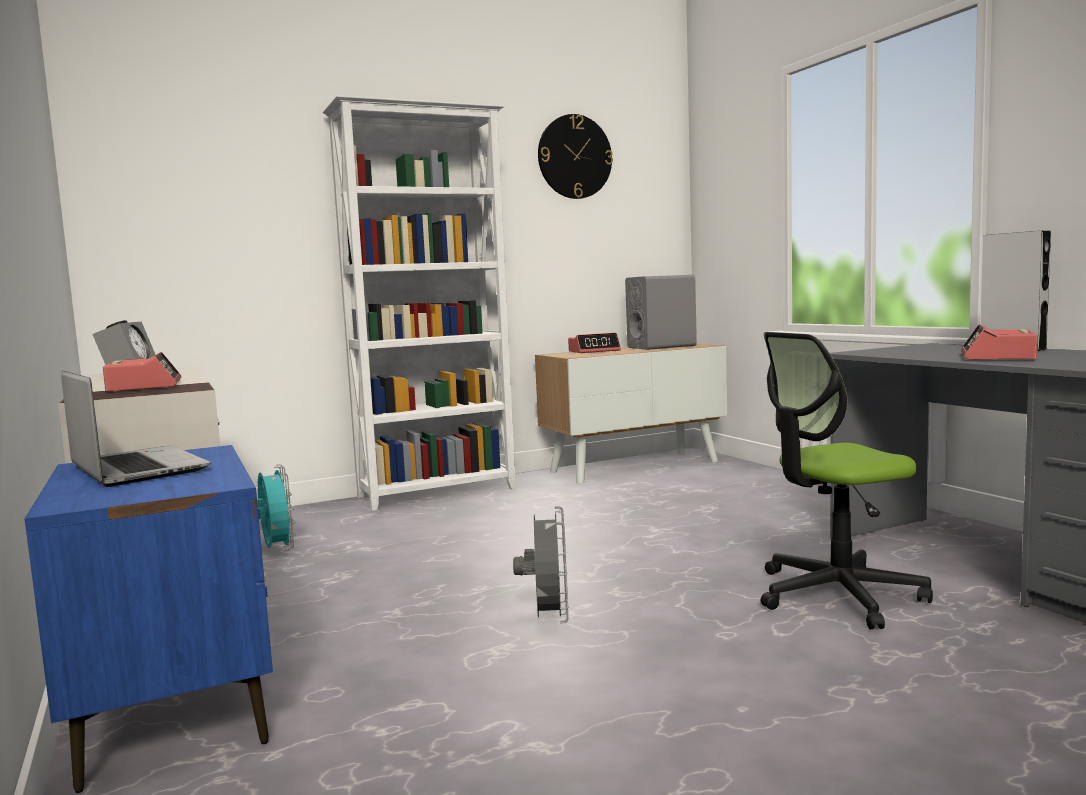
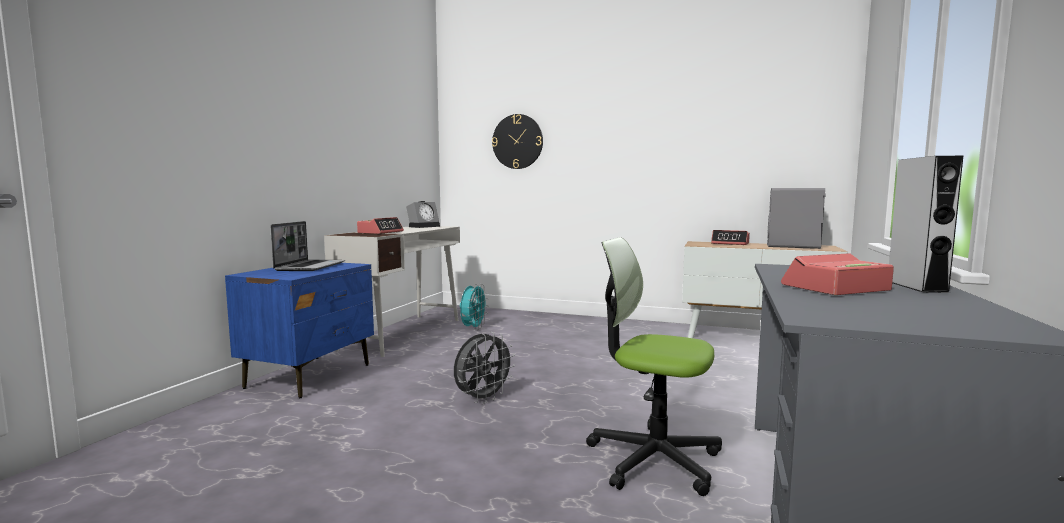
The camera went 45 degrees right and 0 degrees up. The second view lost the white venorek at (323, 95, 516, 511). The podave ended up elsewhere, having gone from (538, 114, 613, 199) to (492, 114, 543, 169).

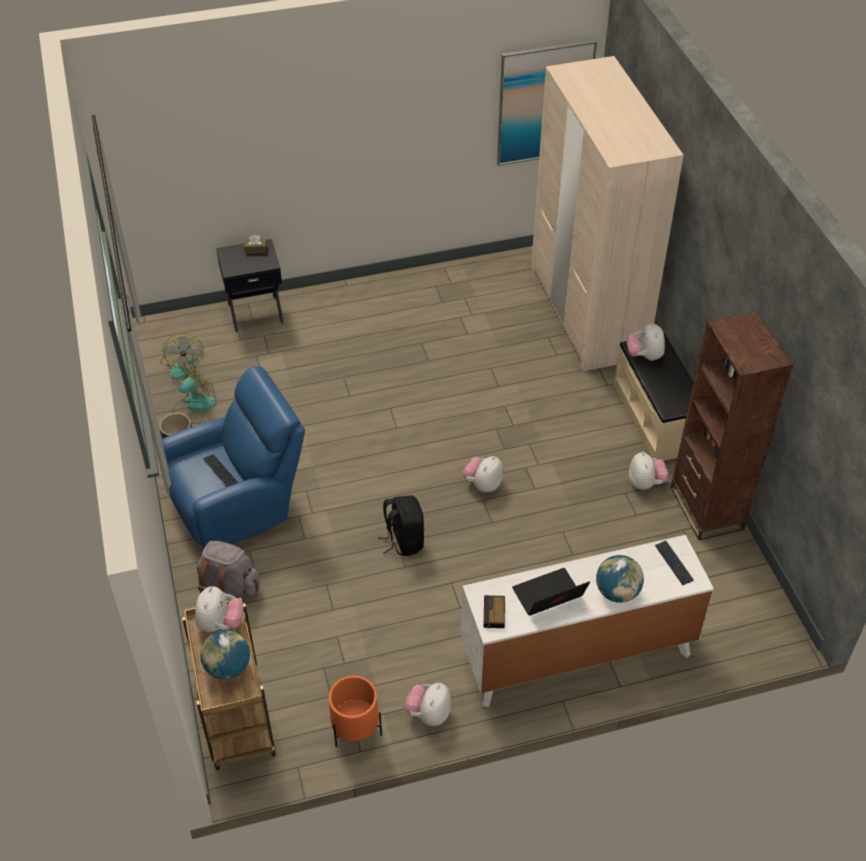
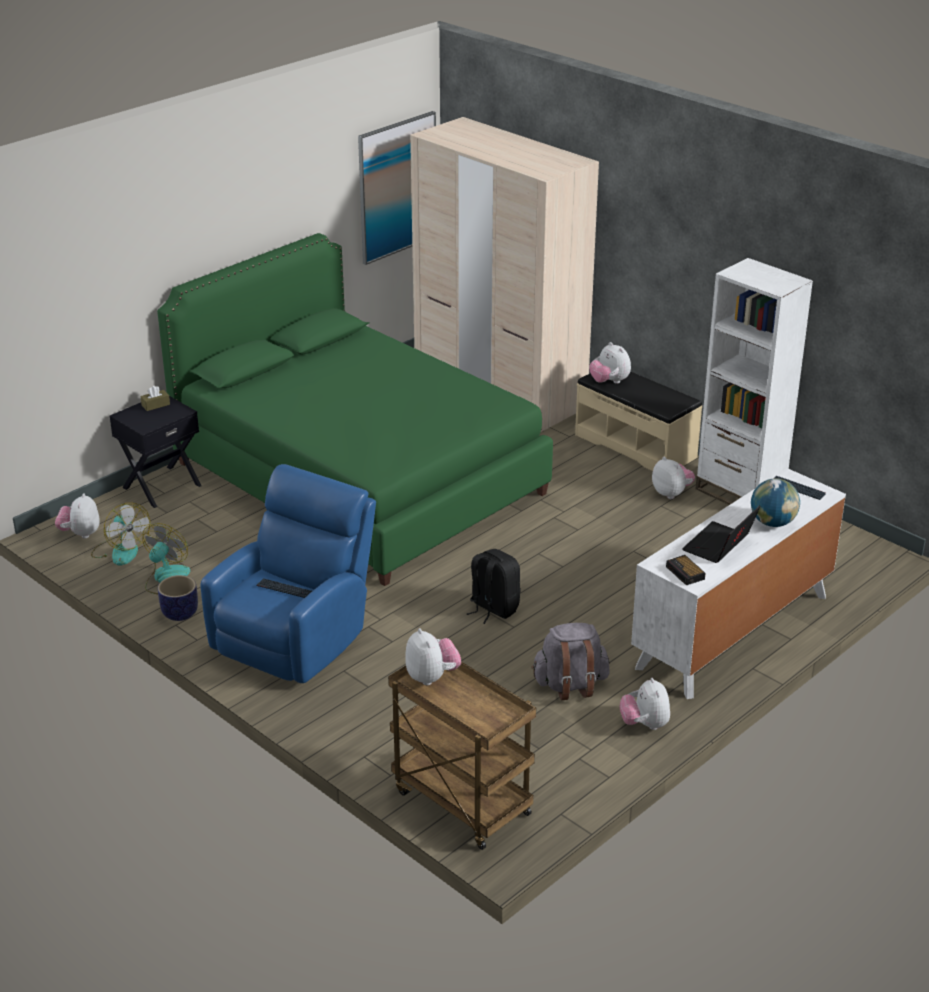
The camera went 30 degrees left and 15 degrees down. What was the brown venorek at (671, 312, 793, 540) turned into the white venorek at (696, 258, 813, 505). The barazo ended up elsewhere, having gone from (463, 456, 503, 493) to (55, 493, 100, 539). The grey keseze ended up elsewhere, having gone from (197, 541, 260, 600) to (531, 623, 610, 700). The second view lost the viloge at (200, 630, 250, 680). The second view lost the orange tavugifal at (329, 675, 382, 747). The second view gained the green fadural at (157, 233, 553, 586).

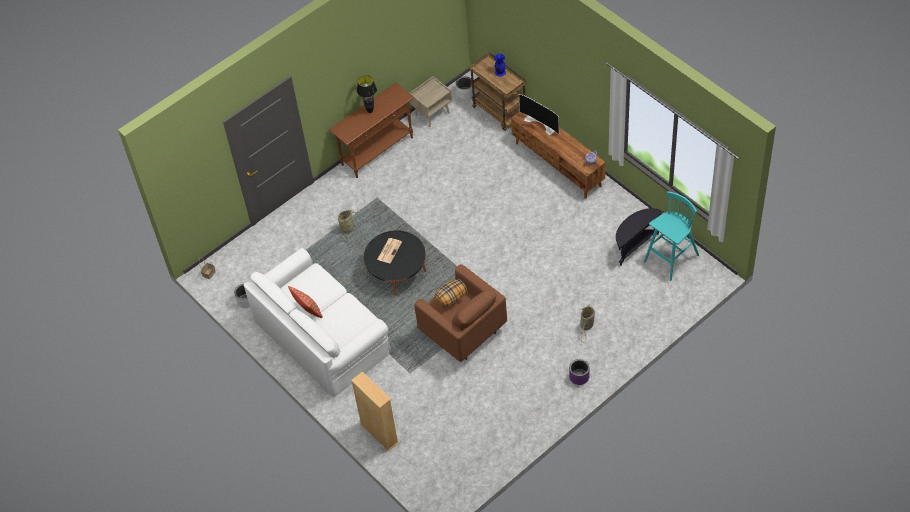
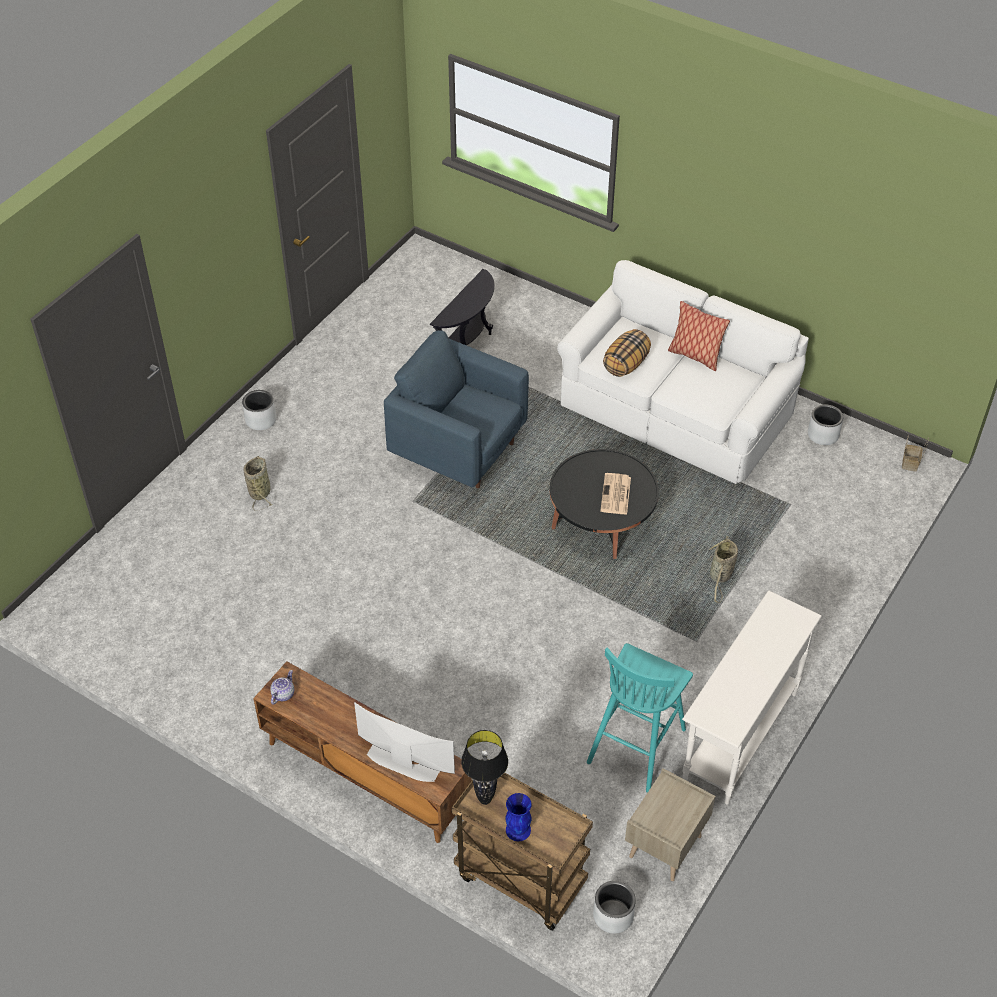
The camera went 160 degrees right and 5 degrees down. The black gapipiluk ended up elsewhere, having gone from (357, 75, 377, 113) to (461, 730, 508, 805). What was the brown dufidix at (329, 83, 414, 178) turned into the white dufidix at (682, 590, 822, 805). The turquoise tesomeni ended up elsewhere, having gone from (644, 191, 699, 281) to (587, 643, 693, 793). The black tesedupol ended up elsewhere, having gone from (616, 208, 663, 266) to (430, 269, 495, 345). What was the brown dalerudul at (414, 264, 507, 362) turned into the blue dalerudul at (384, 330, 529, 488). The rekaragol ended up elsewhere, having gone from (435, 279, 467, 308) to (603, 329, 651, 377). What was the purple tavugifal at (569, 359, 590, 385) turned into the grey tavugifal at (242, 390, 277, 430). The second view lost the beige venorek at (351, 372, 399, 451).

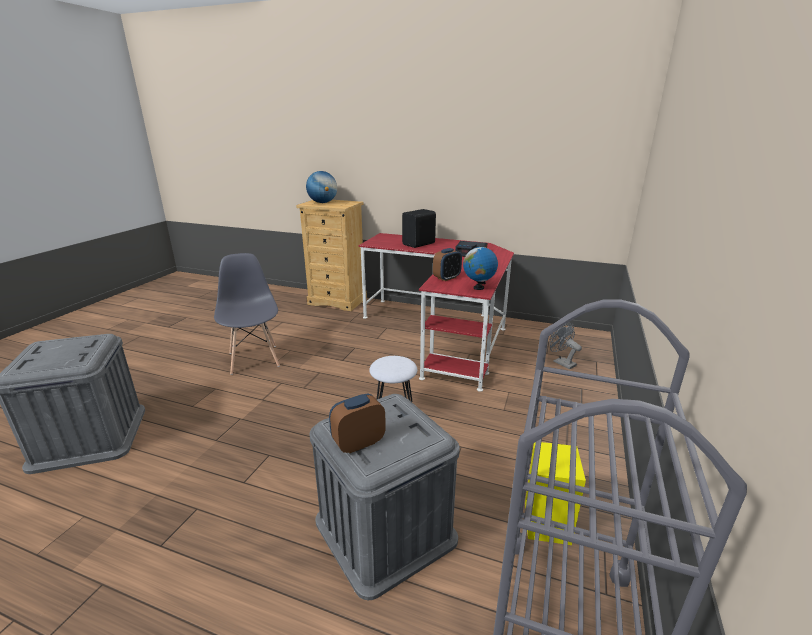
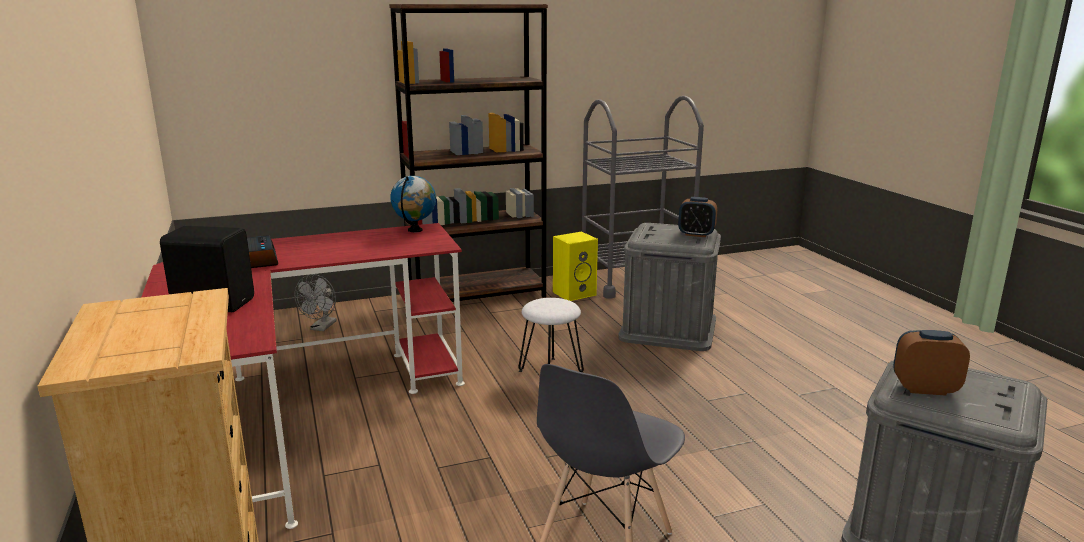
The camera went 130 degrees left and 5 degrees down. The second view lost the viloge at (306, 171, 337, 203). The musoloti ended up elsewhere, having gone from (433, 248, 462, 281) to (893, 330, 970, 396). The second view gained the brown venorek at (389, 4, 548, 302).

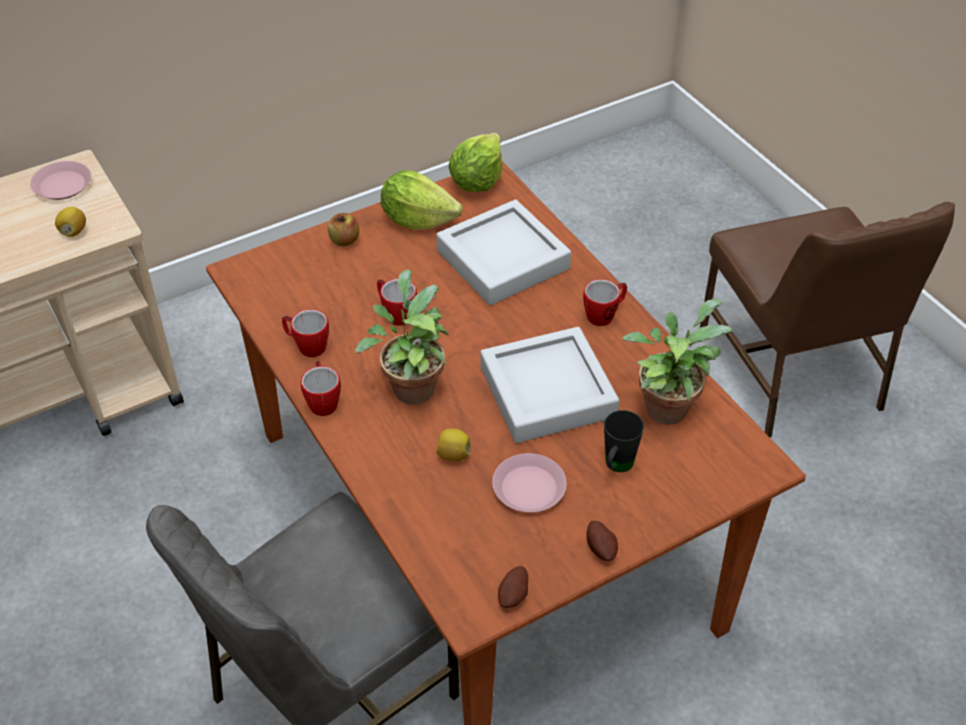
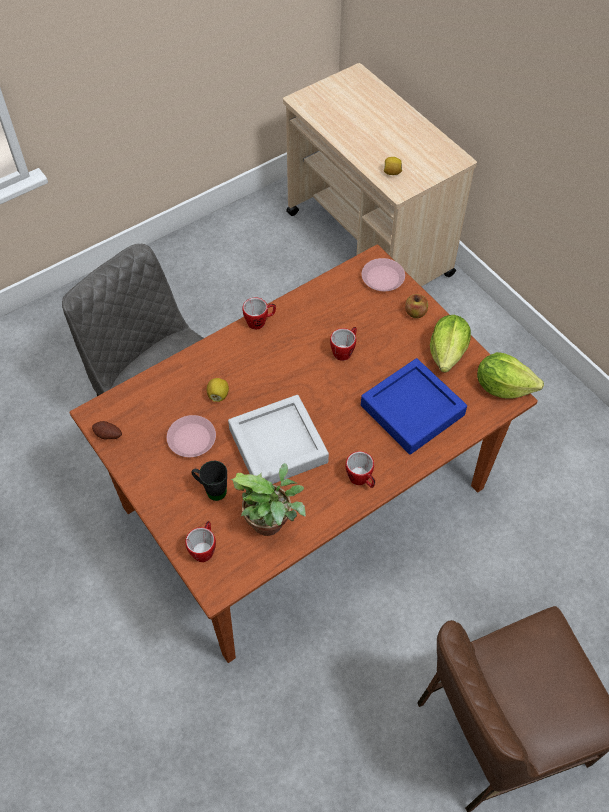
The camera went 85 degrees right and 10 degrees up. The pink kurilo ended up elsewhere, having gone from (30, 161, 91, 200) to (362, 258, 405, 291). What was the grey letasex at (436, 199, 571, 305) turned into the blue letasex at (361, 358, 467, 455). The second view lost the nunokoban at (355, 269, 448, 405). The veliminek ended up elsewhere, having gone from (282, 309, 329, 357) to (185, 521, 216, 562). The second view lost the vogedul at (586, 521, 618, 561).

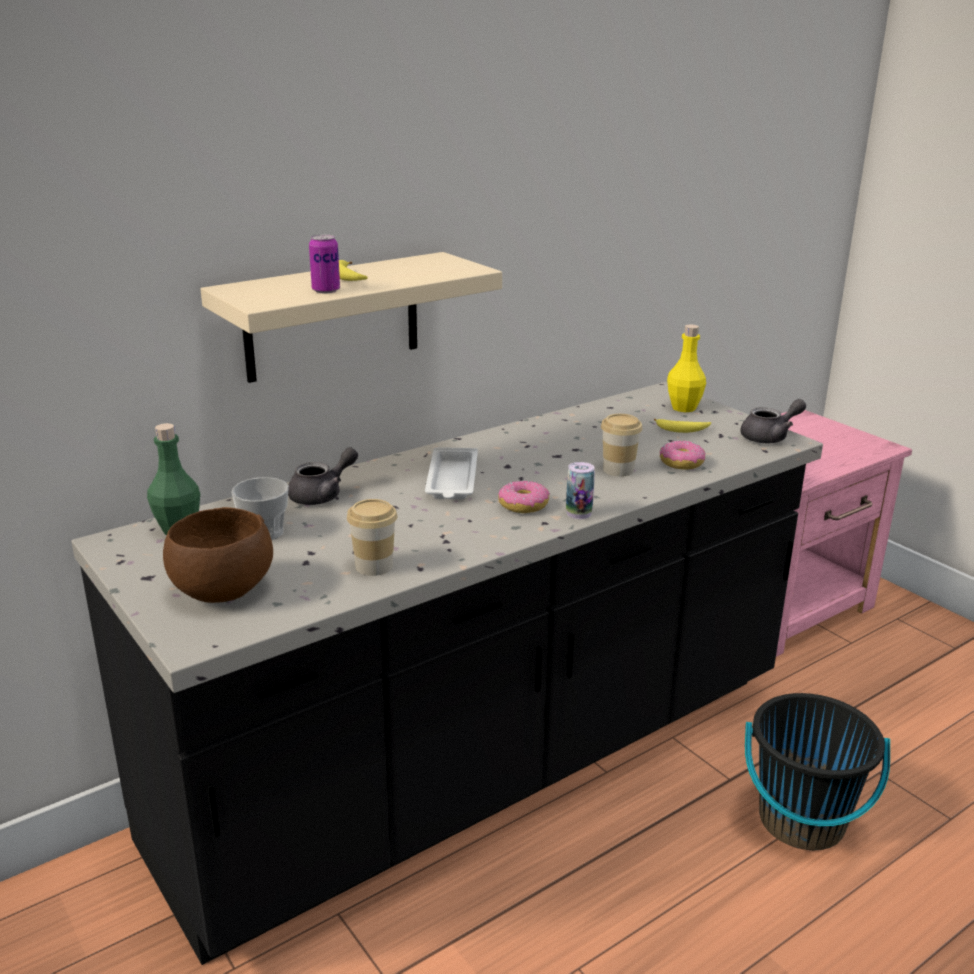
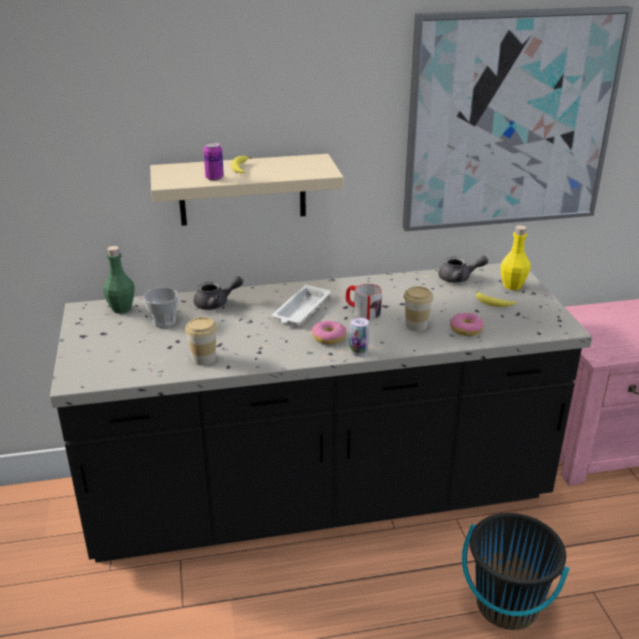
The camera went 25 degrees right and 5 degrees up. The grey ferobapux ended up elsewhere, having gone from (740, 399, 806, 443) to (438, 256, 488, 283). The second view lost the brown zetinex at (163, 507, 273, 603). The second view gained the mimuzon at (403, 6, 633, 231). The second view gained the veliminek at (346, 284, 382, 320).

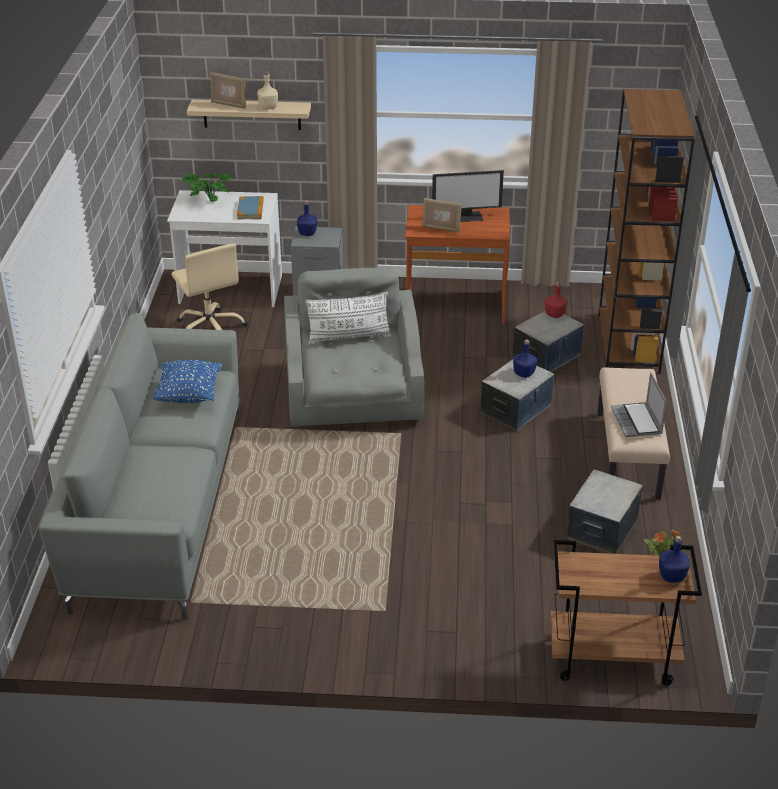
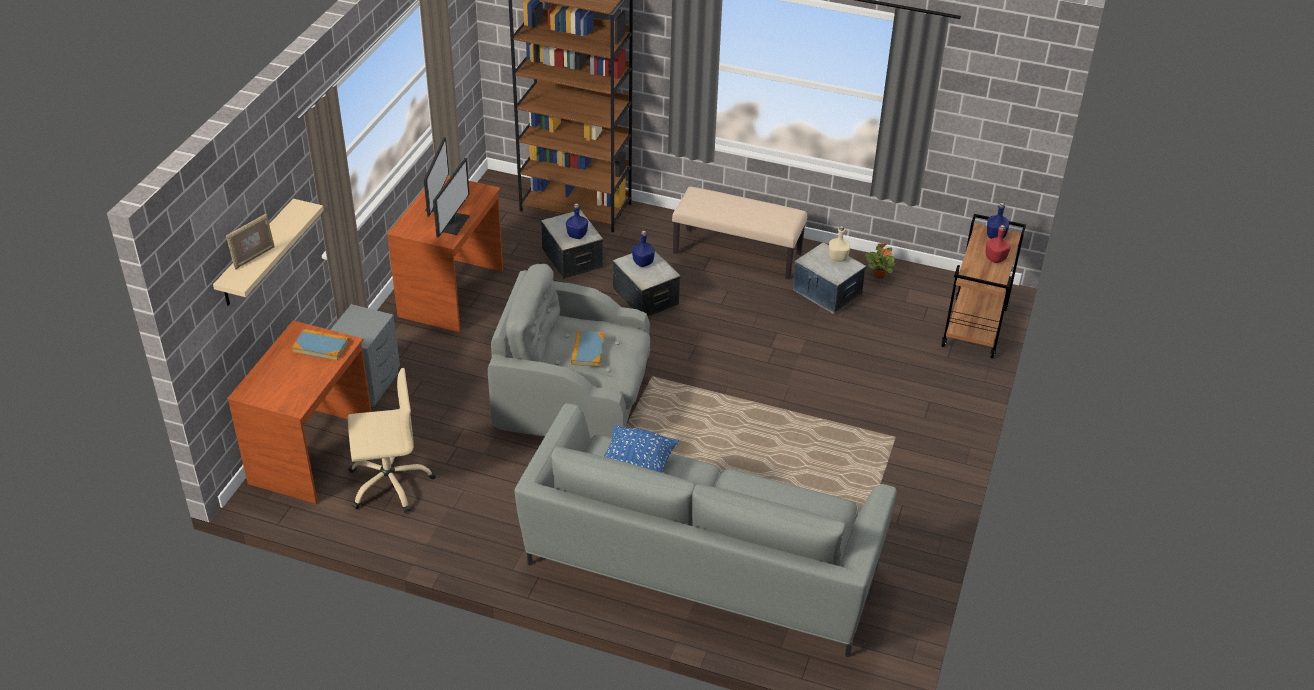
The camera went 75 degrees left and 5 degrees up. The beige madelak ended up elsewhere, having gone from (257, 71, 278, 110) to (829, 226, 850, 262). The second view lost the nunokoban at (182, 173, 232, 202). What was the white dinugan at (167, 190, 282, 307) turned into the brown dinugan at (227, 321, 372, 504). Where the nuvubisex stood at (422, 198, 462, 233), the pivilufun came to stand at (433, 158, 470, 238). The blue madelak ended up elsewhere, having gone from (297, 201, 317, 236) to (566, 203, 588, 239). The red madelak ended up elsewhere, having gone from (545, 282, 567, 318) to (986, 225, 1011, 263). The second view lost the white rekaragol at (305, 292, 391, 345). The second view lost the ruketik at (611, 372, 667, 437). The second view gained the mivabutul at (571, 331, 605, 367).

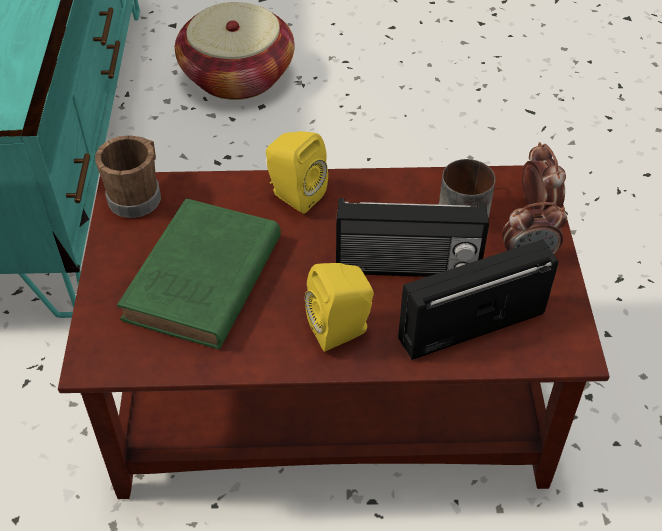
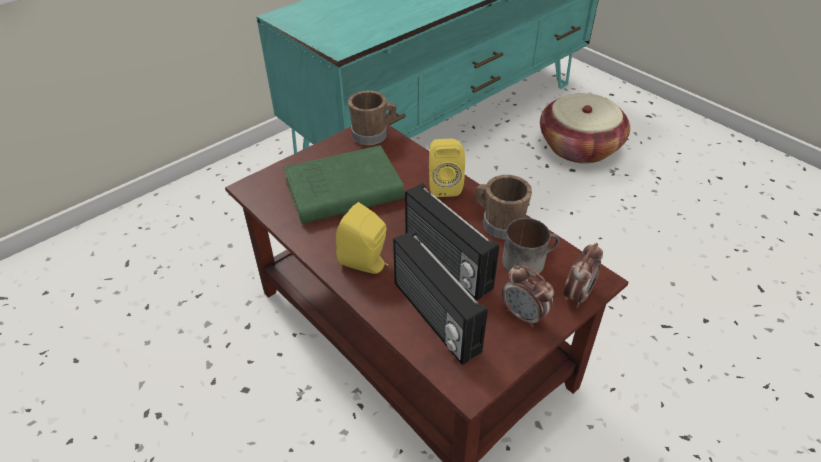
The camera went 50 degrees right and 5 degrees down. The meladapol at (398, 239, 559, 360) ended up facing another way, 150 degrees counterclockwise from before. The second view gained the brown veliminek at (476, 175, 532, 239).

